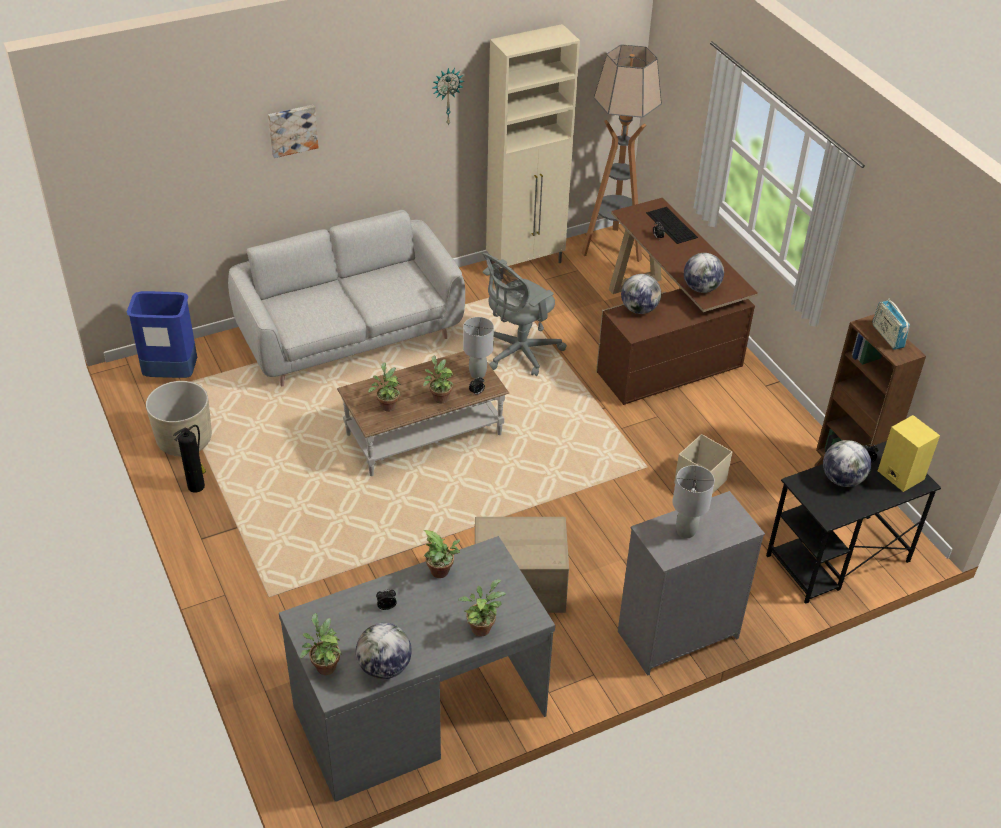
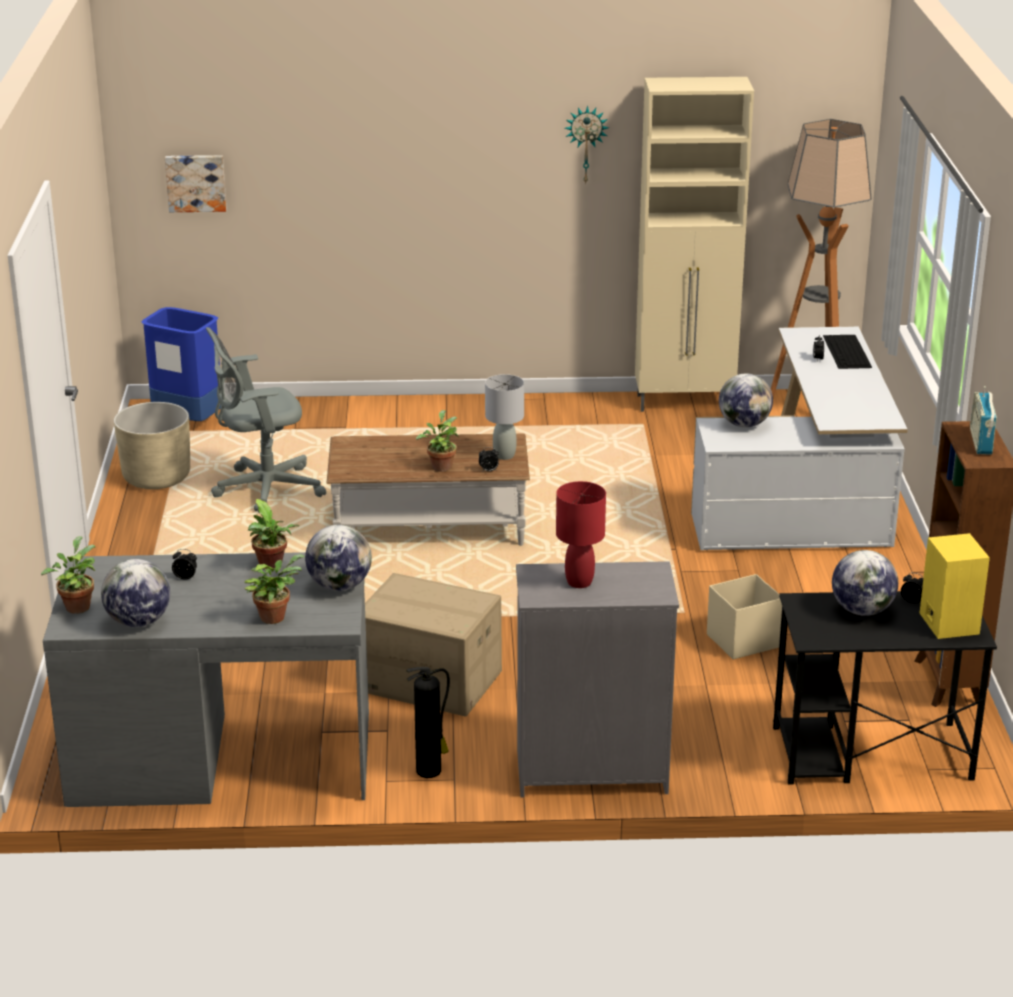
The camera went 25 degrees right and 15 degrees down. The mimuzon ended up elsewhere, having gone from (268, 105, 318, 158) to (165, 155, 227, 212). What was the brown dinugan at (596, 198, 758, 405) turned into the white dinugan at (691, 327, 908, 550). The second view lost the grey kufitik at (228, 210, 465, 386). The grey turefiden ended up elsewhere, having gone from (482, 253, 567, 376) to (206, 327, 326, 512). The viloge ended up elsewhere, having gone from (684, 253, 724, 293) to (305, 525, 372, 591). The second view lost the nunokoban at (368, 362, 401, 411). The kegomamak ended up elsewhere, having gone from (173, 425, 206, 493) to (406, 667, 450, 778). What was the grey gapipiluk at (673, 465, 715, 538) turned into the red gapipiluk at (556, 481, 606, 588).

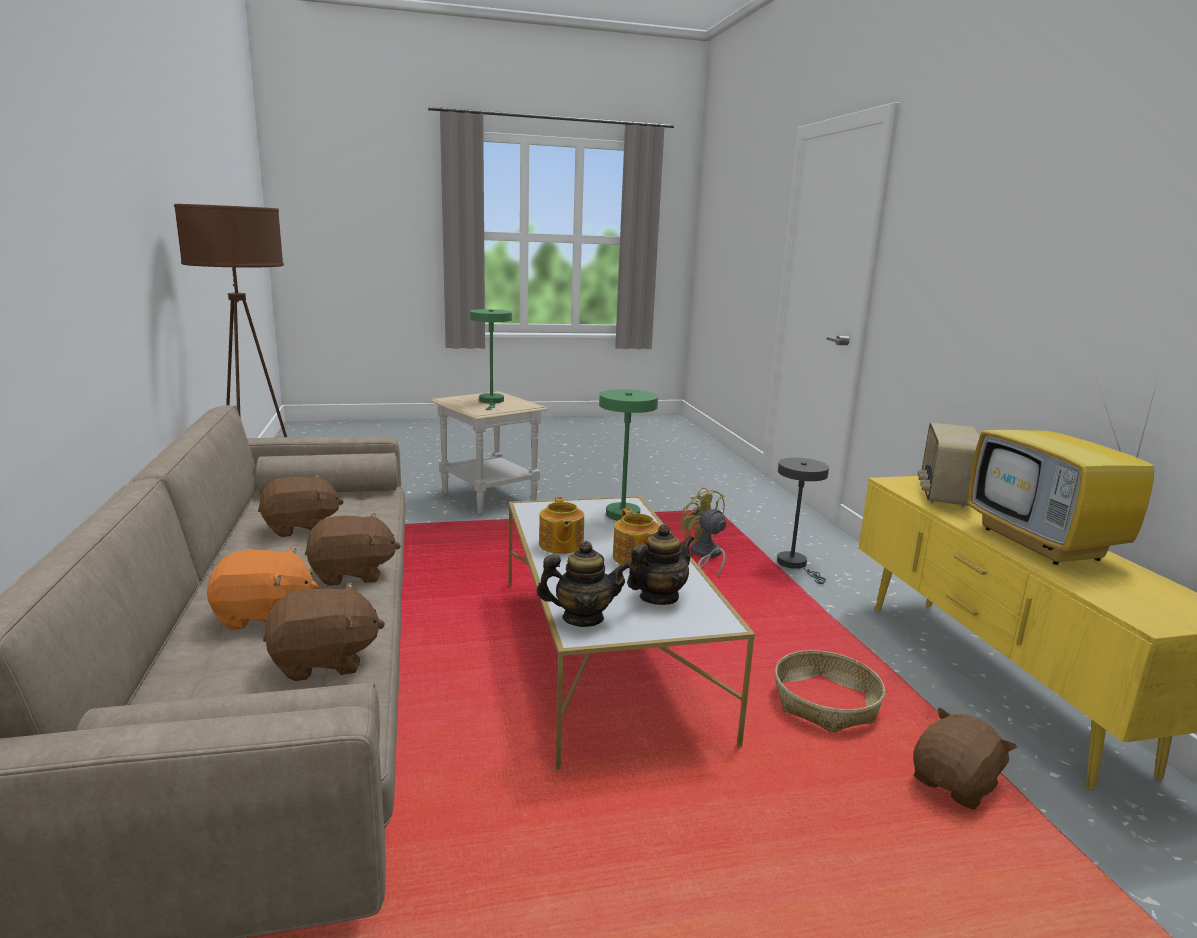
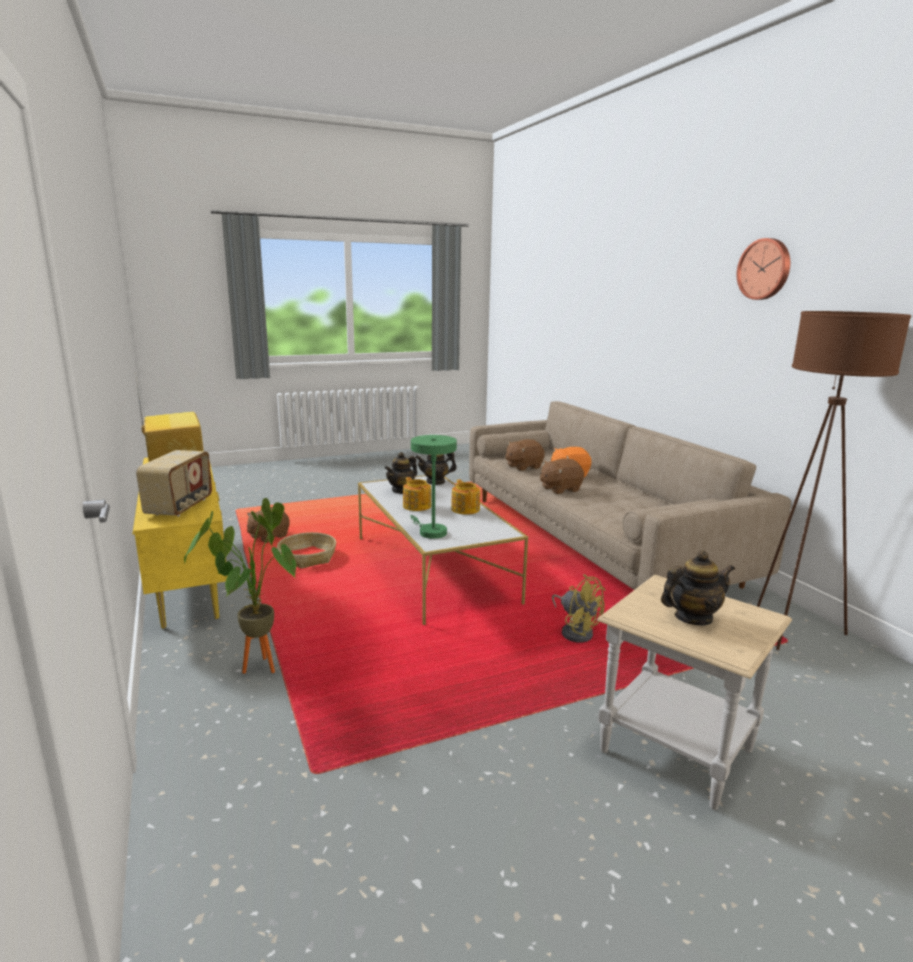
The camera went 170 degrees right and 0 degrees up. Where the green gapipiluk stood at (470, 309, 512, 410), the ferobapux came to stand at (661, 550, 735, 626). Where the grey gapipiluk stood at (777, 458, 829, 584), the nunokoban came to stand at (184, 498, 296, 674). The second view lost the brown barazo at (258, 475, 344, 537). The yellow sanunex ended up elsewhere, having gone from (681, 487, 726, 576) to (552, 574, 606, 642). The second view gained the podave at (737, 238, 790, 300).

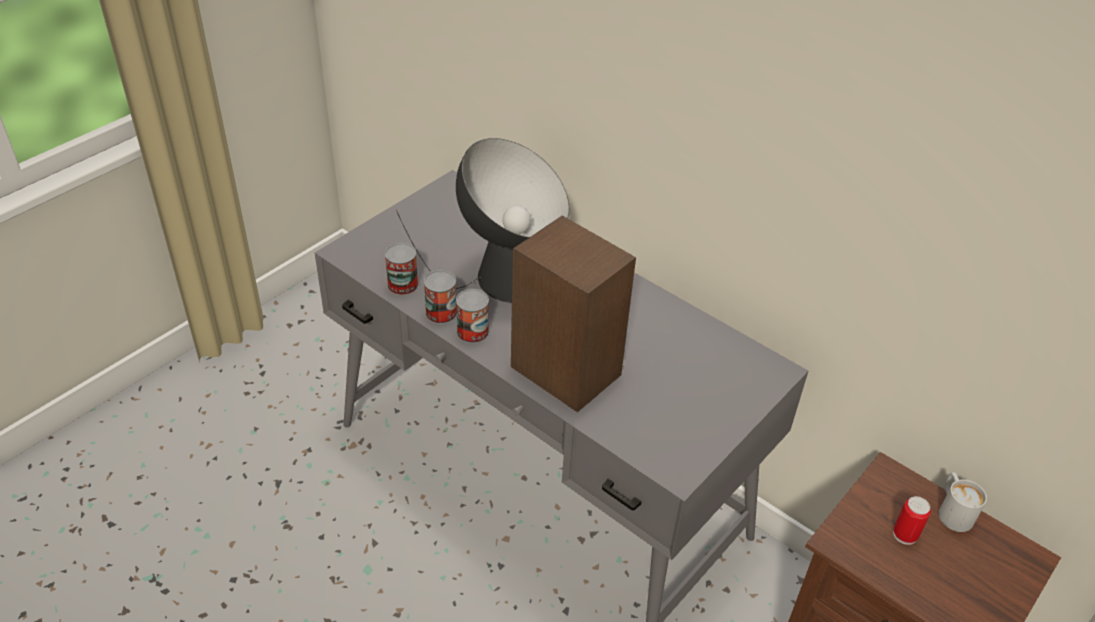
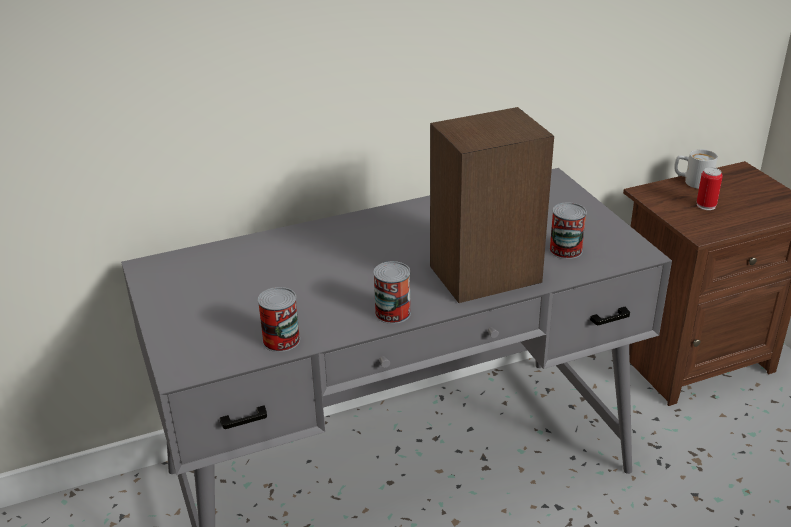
The camera went 60 degrees left and 10 degrees down. The second view lost the gapipiluk at (396, 138, 569, 303). The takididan ended up elsewhere, having gone from (424, 270, 457, 324) to (549, 202, 587, 259).

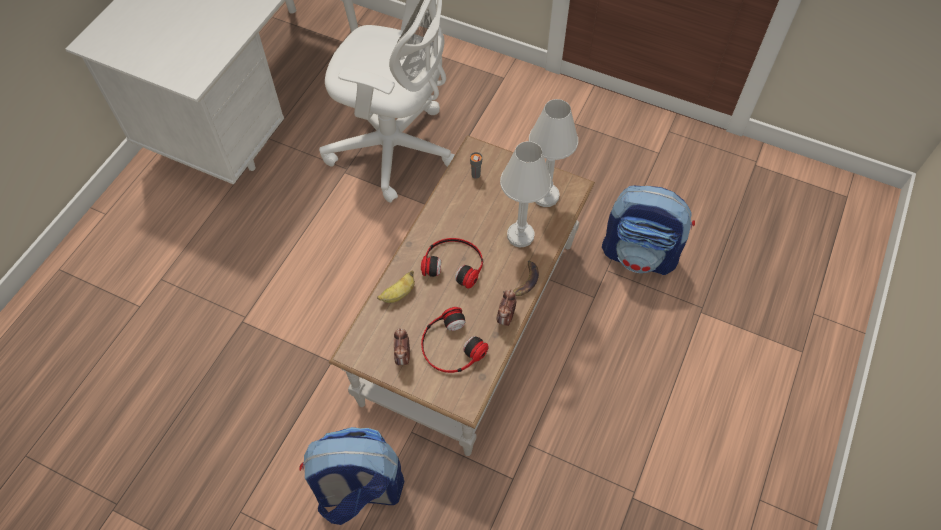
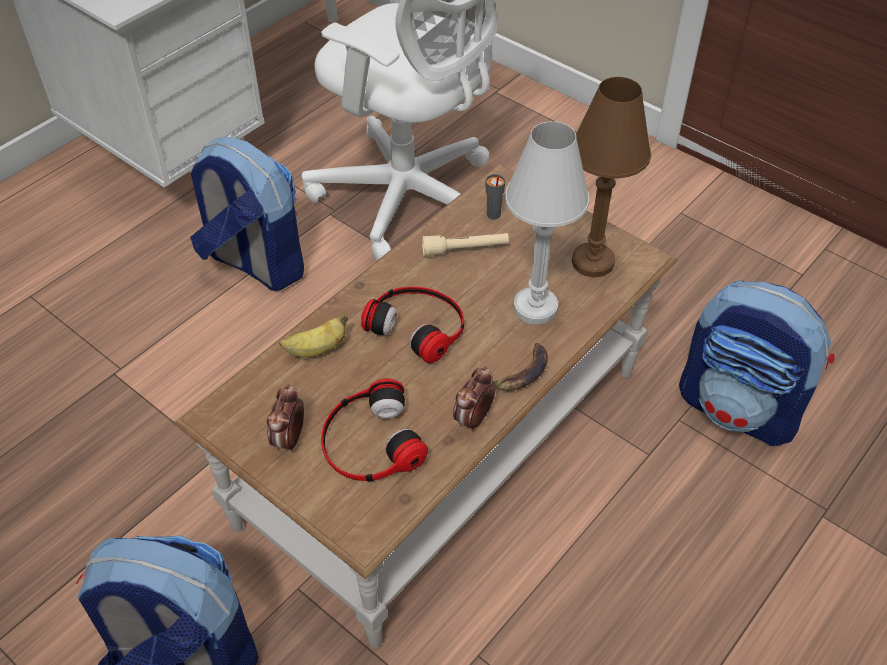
The camera went 15 degrees right and 10 degrees down. What was the white gapipiluk at (529, 99, 578, 207) turned into the brown gapipiluk at (572, 77, 651, 278). The second view gained the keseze at (190, 137, 304, 291). The second view gained the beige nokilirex at (422, 233, 509, 256).

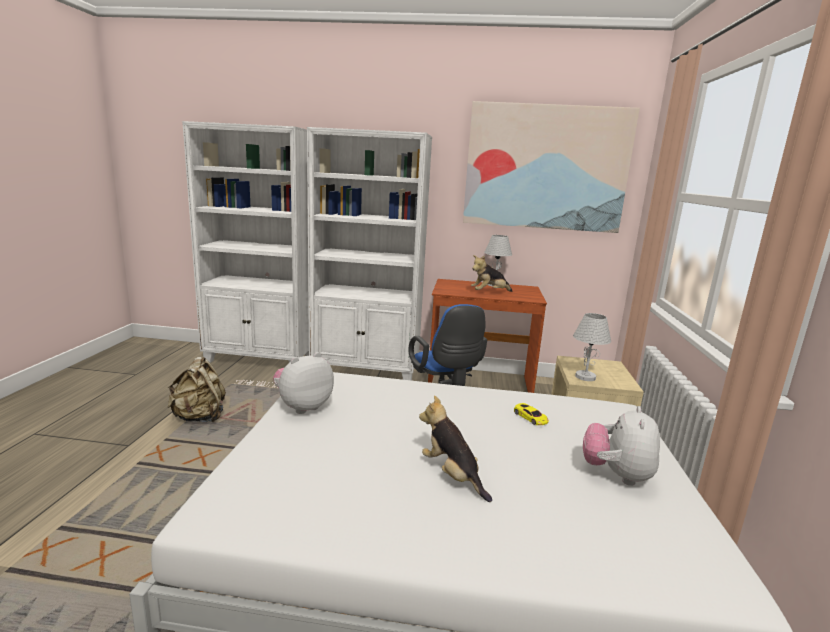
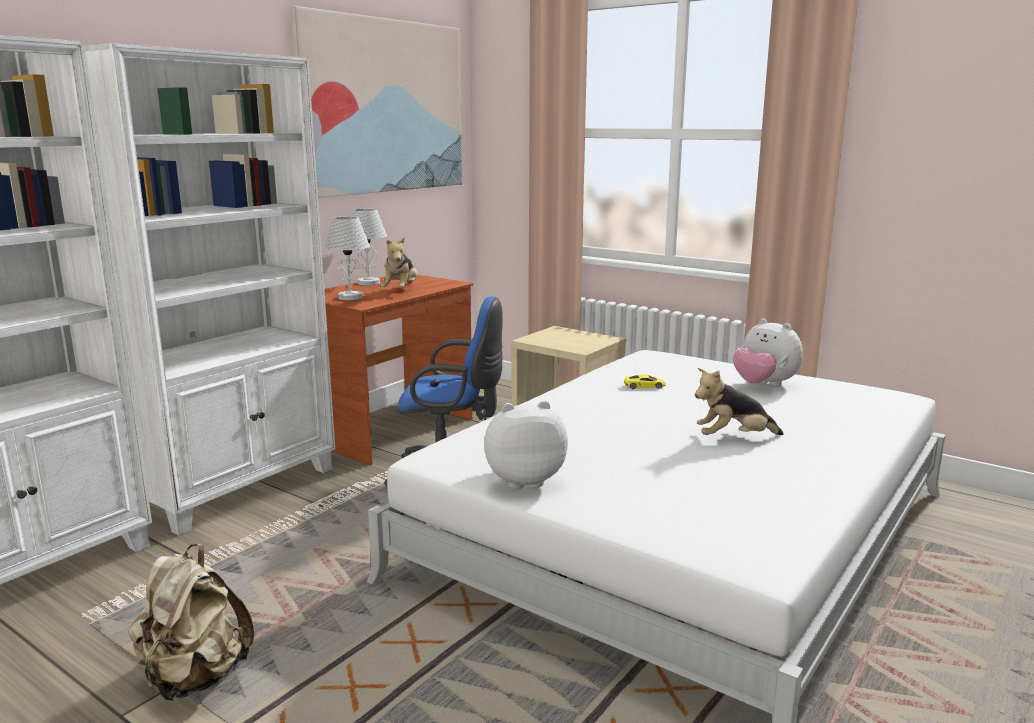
The camera went 60 degrees left and 0 degrees up. The white gapipiluk ended up elsewhere, having gone from (573, 313, 611, 381) to (324, 216, 370, 300). The barazo at (273, 352, 334, 414) ended up facing another way, 90 degrees clockwise from before.

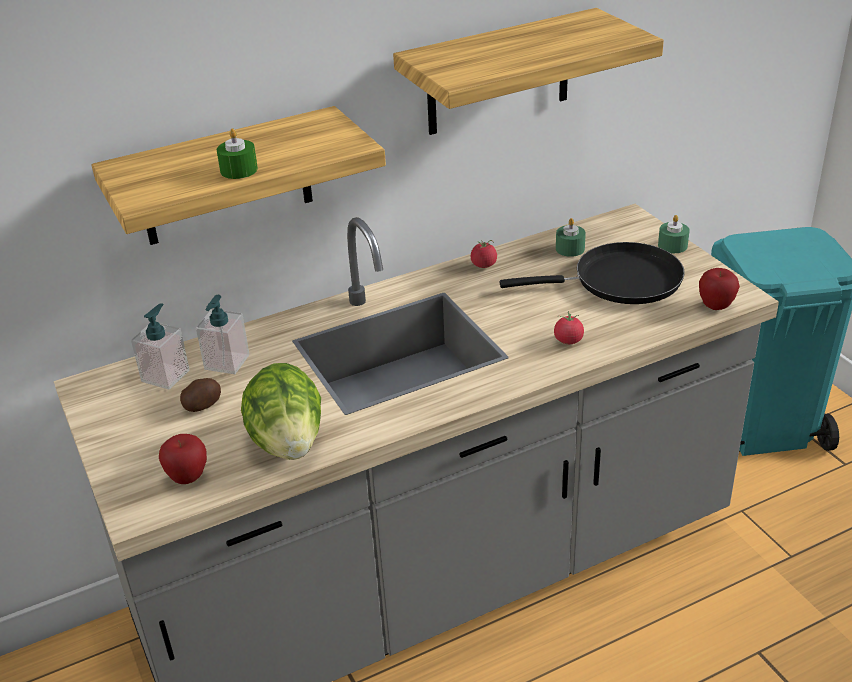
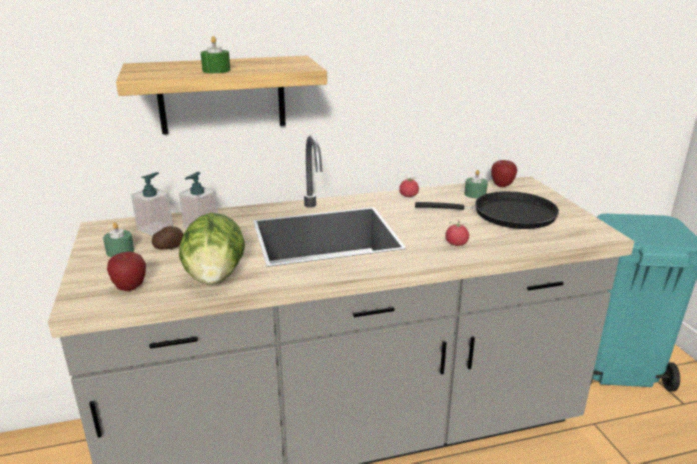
The camera went 10 degrees right and 10 degrees down. The second view lost the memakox at (393, 8, 664, 135). The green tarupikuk ended up elsewhere, having gone from (658, 215, 690, 253) to (103, 222, 134, 257). The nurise ended up elsewhere, having gone from (699, 268, 740, 310) to (491, 160, 517, 187).

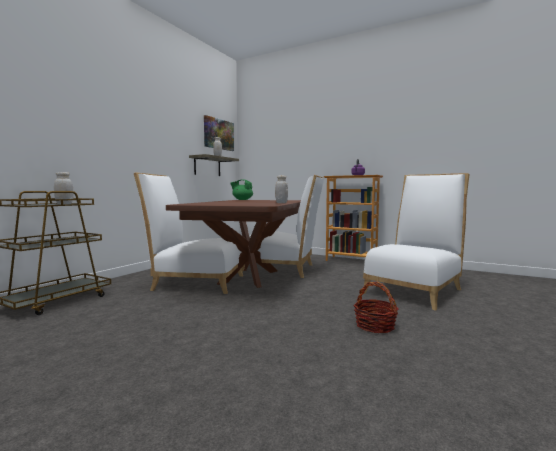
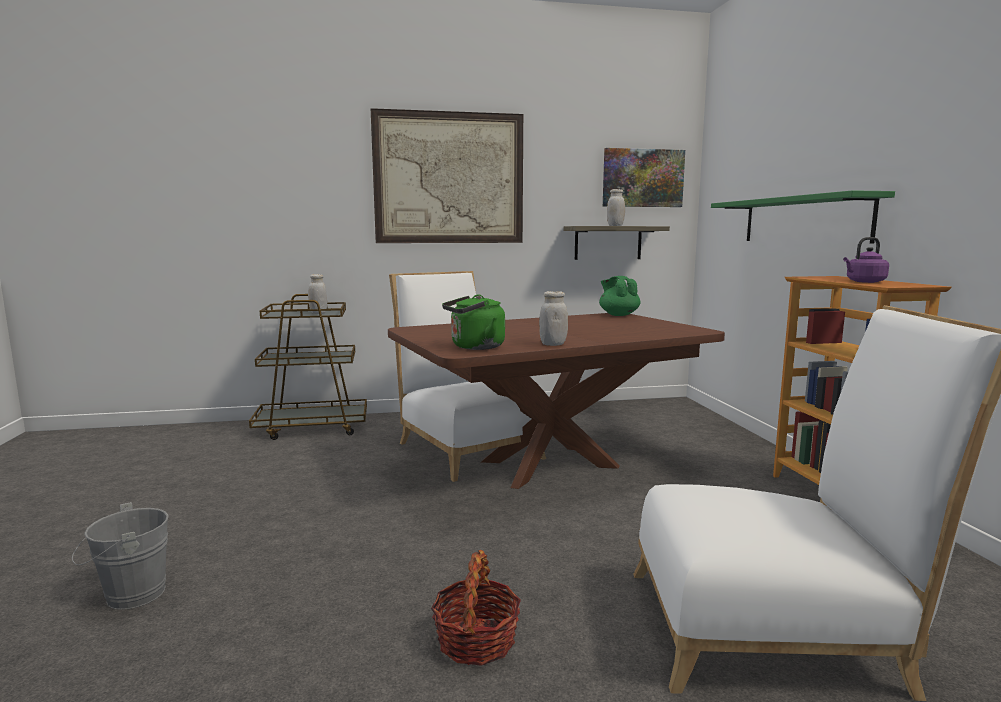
The camera went 50 degrees right and 5 degrees up. The second view lost the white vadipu at (241, 175, 324, 278). The second view gained the mimuzon at (371, 108, 523, 243). The second view gained the green memakox at (711, 190, 895, 243). The second view gained the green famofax at (442, 295, 505, 350). The second view gained the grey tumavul at (72, 502, 169, 610).

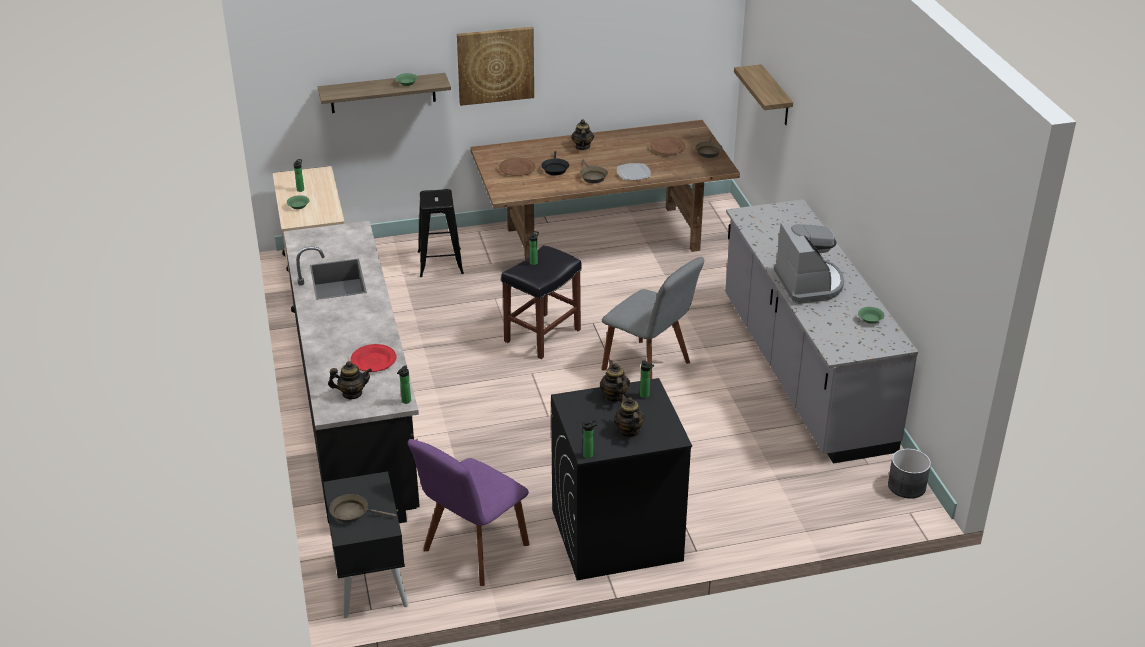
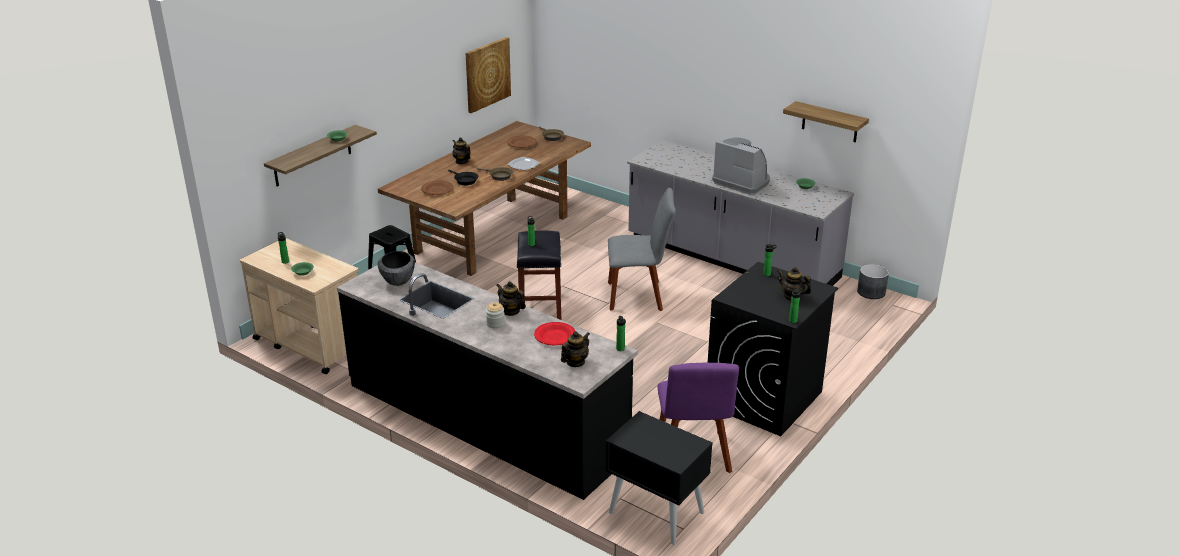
The camera went 40 degrees left and 5 degrees down. The mimuzon ended up elsewhere, having gone from (457, 27, 534, 106) to (466, 37, 511, 113). The memakox ended up elsewhere, having gone from (734, 64, 793, 125) to (783, 101, 869, 142). The ferobapux ended up elsewhere, having gone from (600, 360, 630, 402) to (496, 281, 526, 316). The second view lost the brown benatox at (329, 494, 397, 523). The second view gained the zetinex at (377, 251, 415, 286). The second view gained the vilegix at (486, 302, 505, 328).

